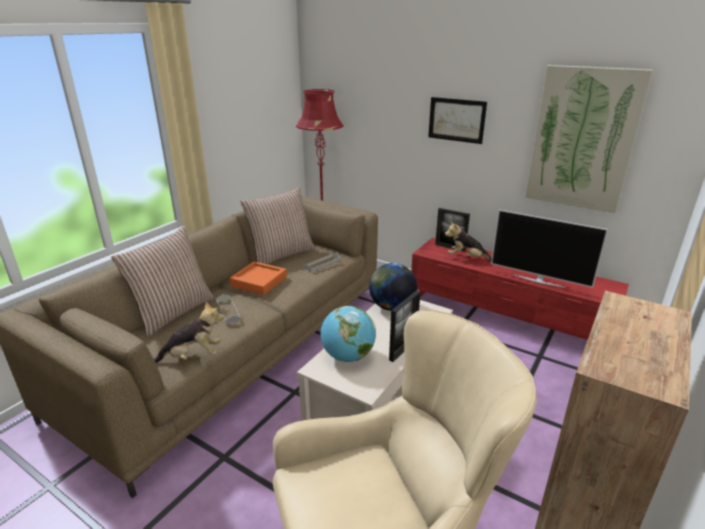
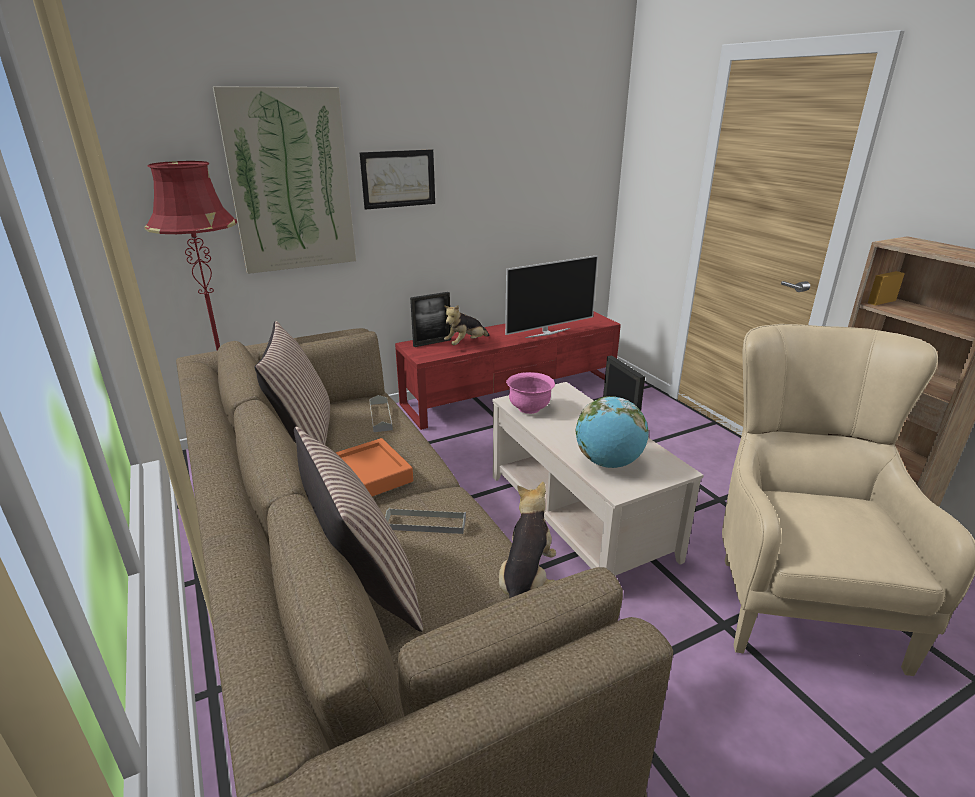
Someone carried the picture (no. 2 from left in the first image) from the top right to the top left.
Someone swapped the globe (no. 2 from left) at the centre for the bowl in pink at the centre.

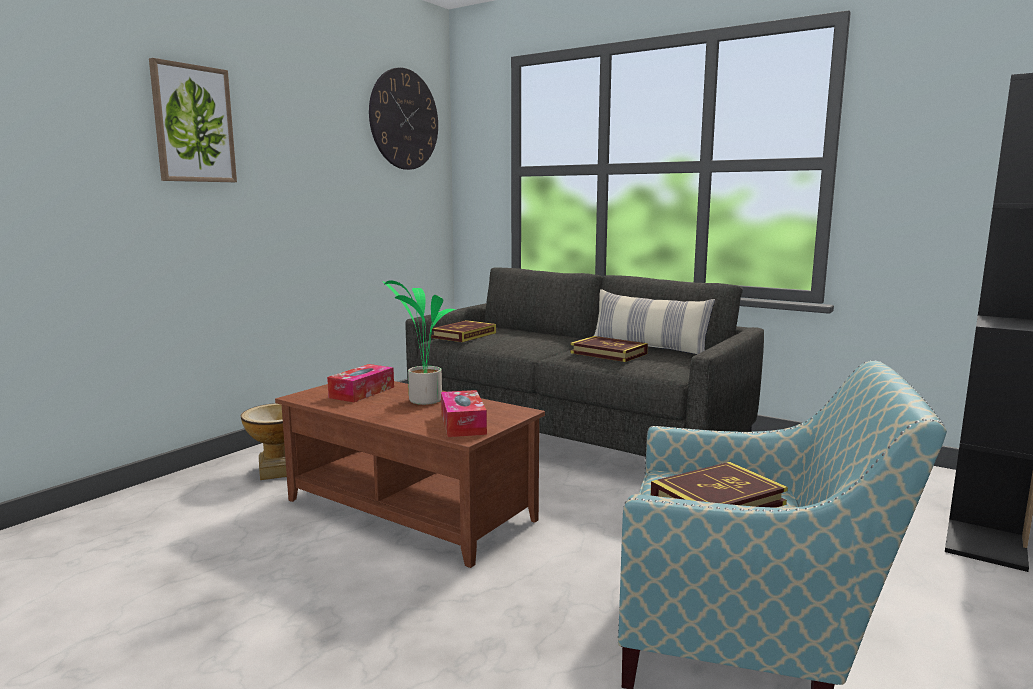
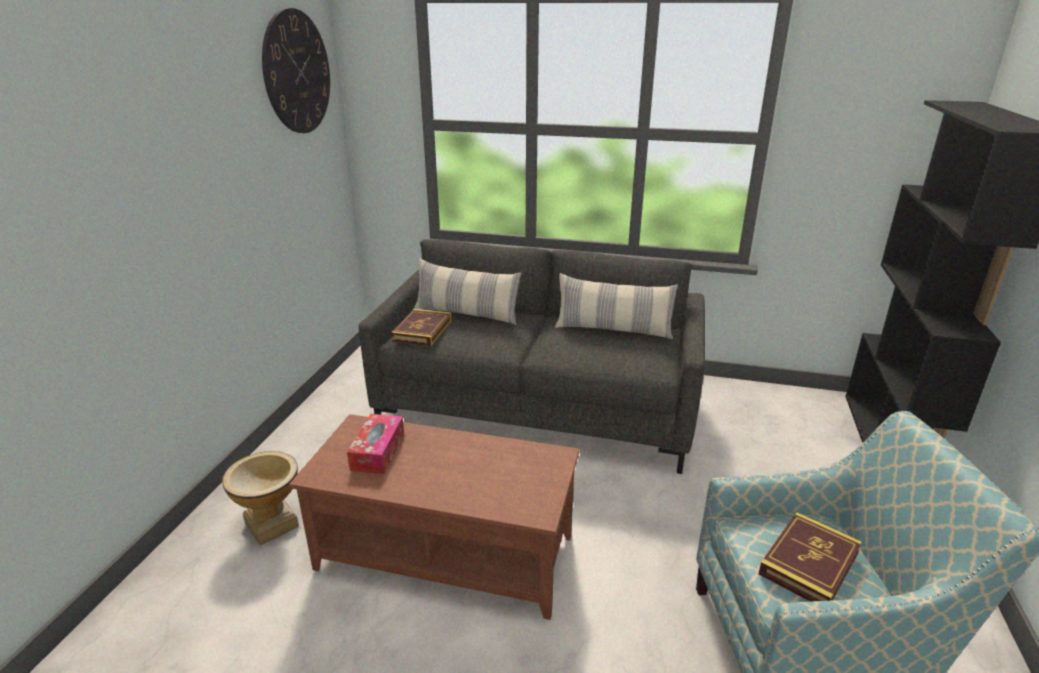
Someone took away the picture at the top left.
Someone took away the potted plant at the centre.
Someone took away the tissue box (no. 2 from left) at the centre.
Someone took away the book (no. 2 from left) at the centre.
Someone put down the pillow (no. 1 from left) at the centre.

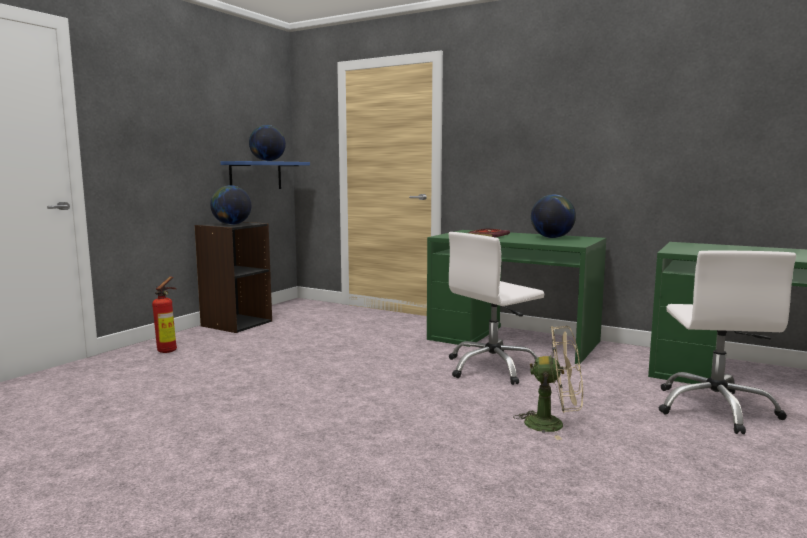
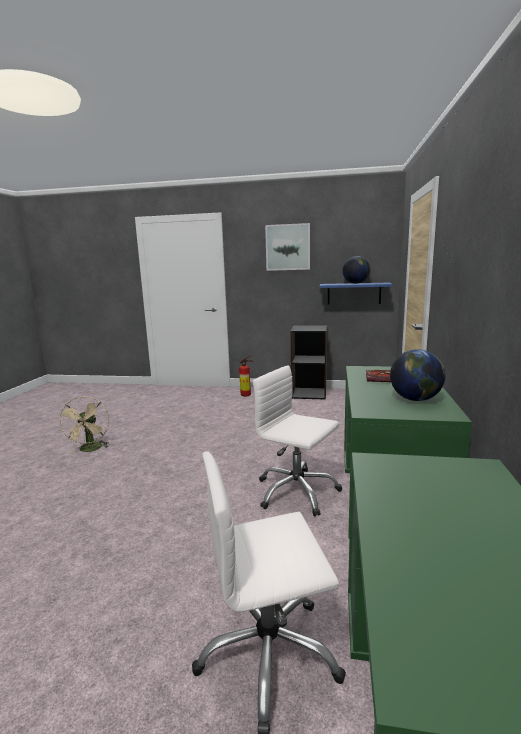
Someone took away the globe (no. 1 from left) at the middle left.
Someone put up the picture at the centre.
Someone carried the fan in beige from the bottom right to the middle left.

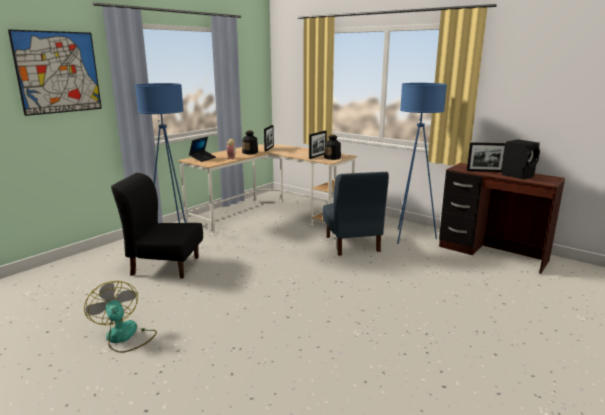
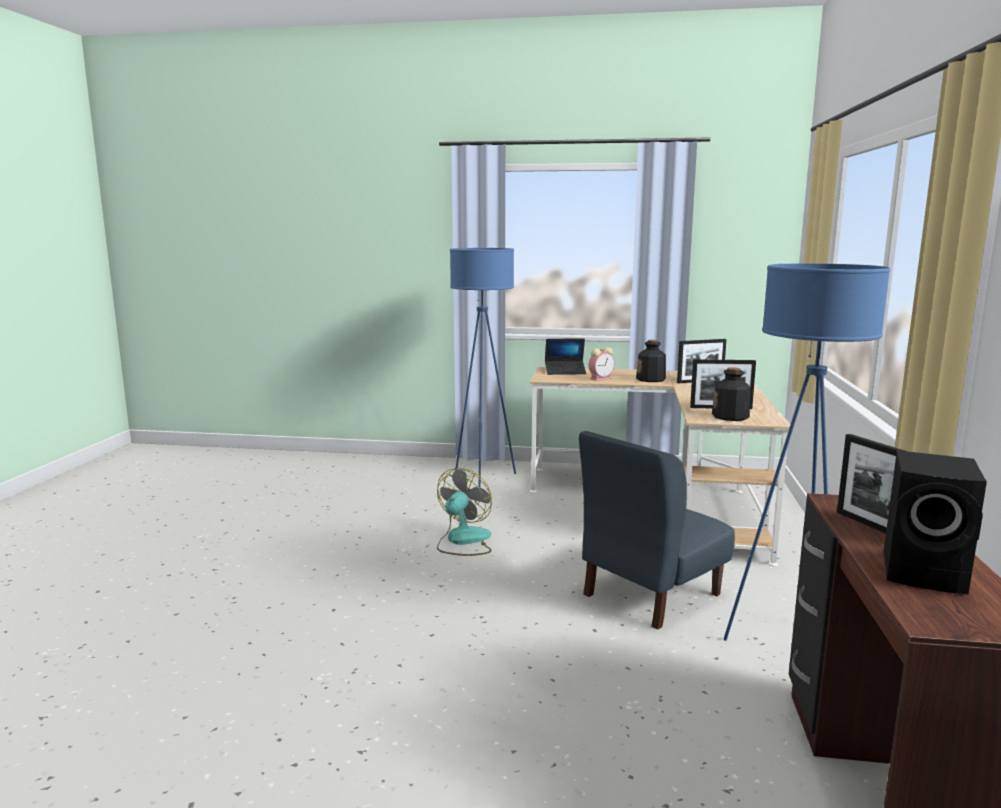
Someone took away the picture at the top left.
Someone took away the chair in black at the middle left.
Someone carried the fan from the bottom left to the centre.

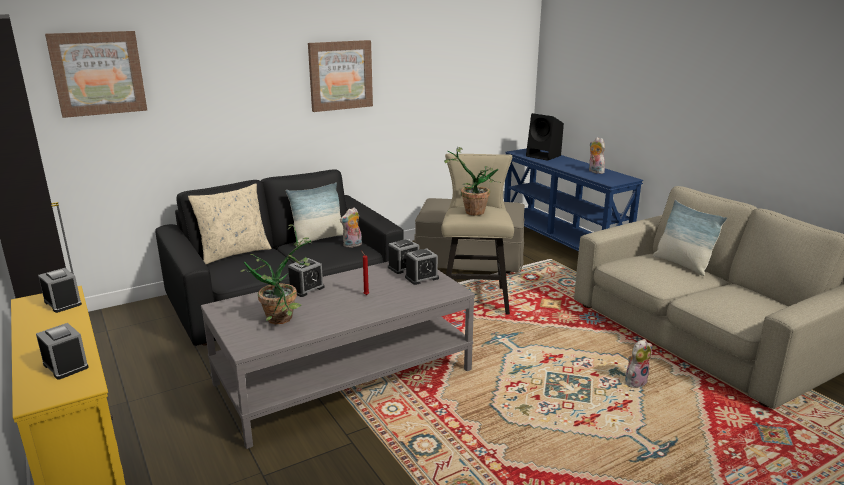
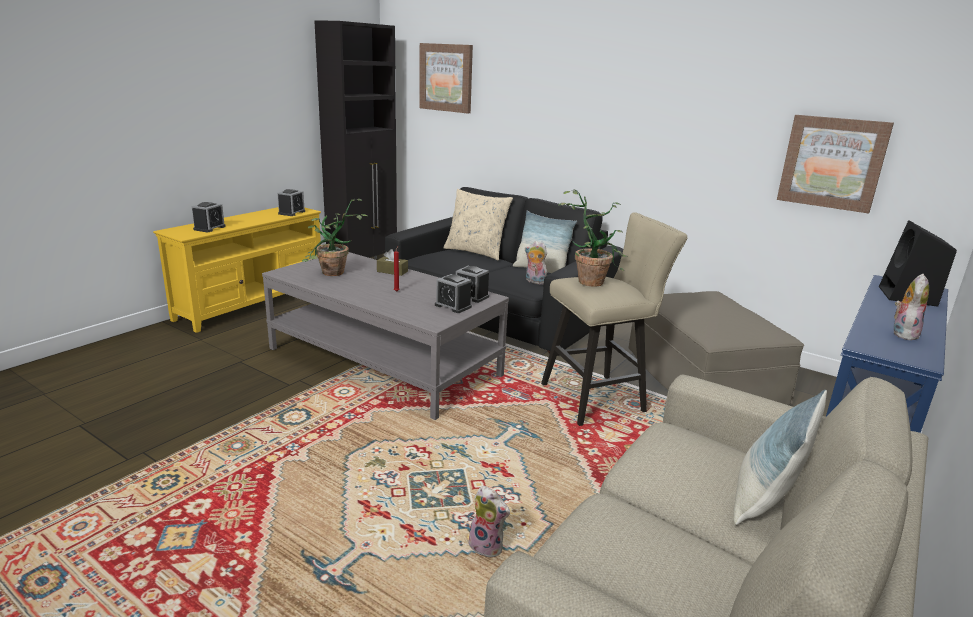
Someone carried the picture (no. 2 from left) from the top centre to the top right.
Someone swapped the alarm clock (no. 3 from left) at the centre for the tissue box in brown at the centre.

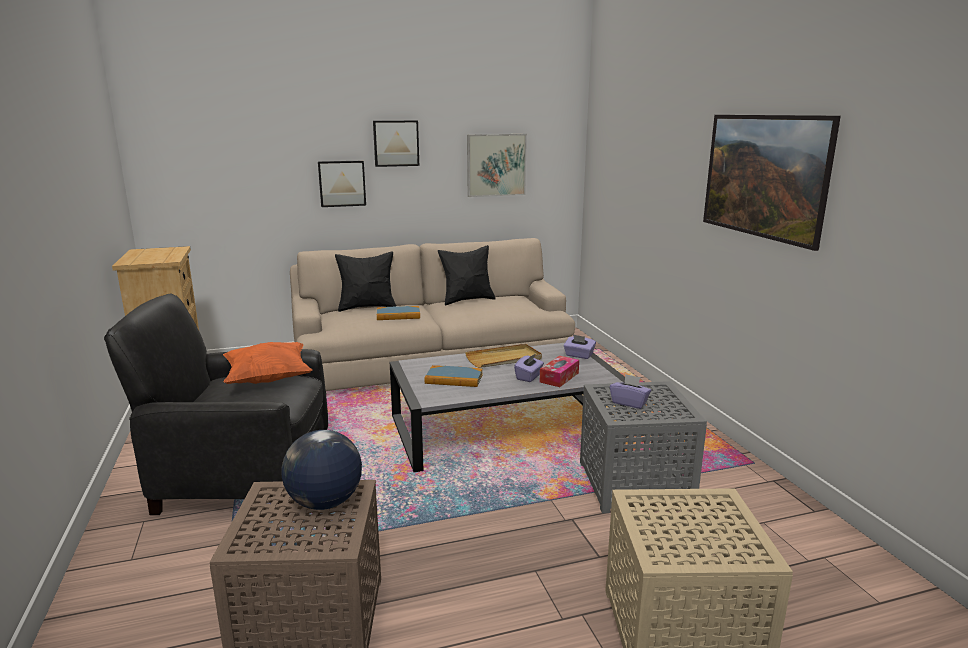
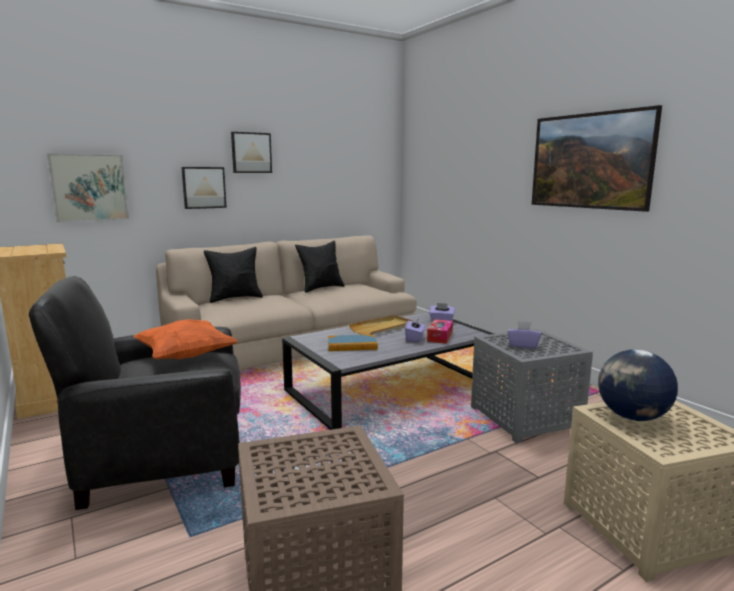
Someone took away the book (no. 1 from left) at the centre.
Someone carried the globe from the bottom left to the middle right.
Someone carried the picture (no. 3 from left in the first image) from the top centre to the top left.

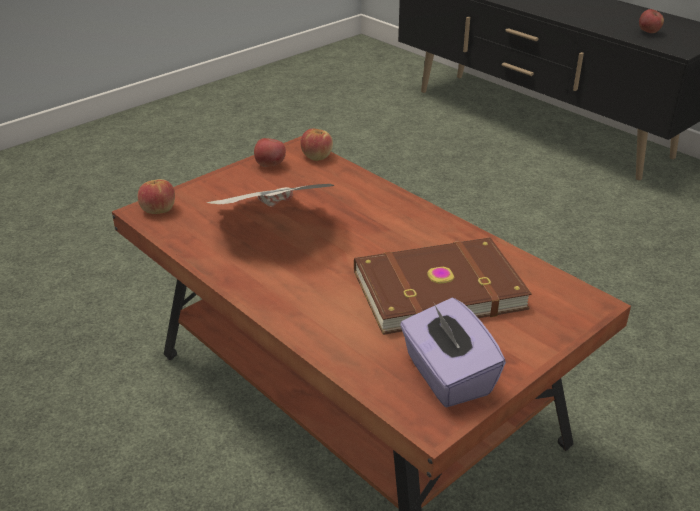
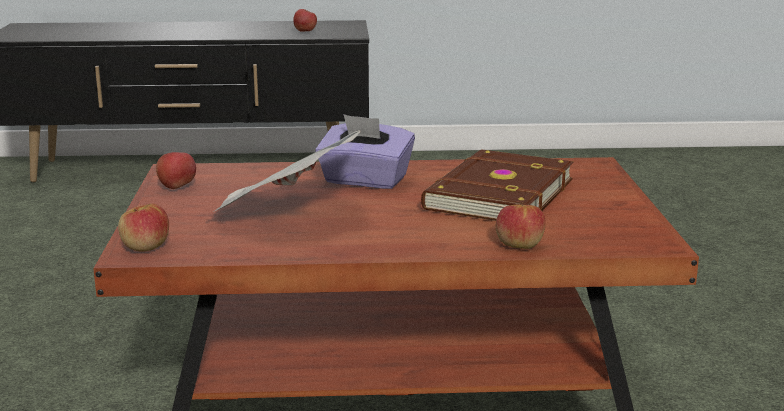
Someone carried the apple (no. 3 from left in the first image) from the top centre to the centre.
Someone carried the tissue box in purple from the bottom centre to the centre.

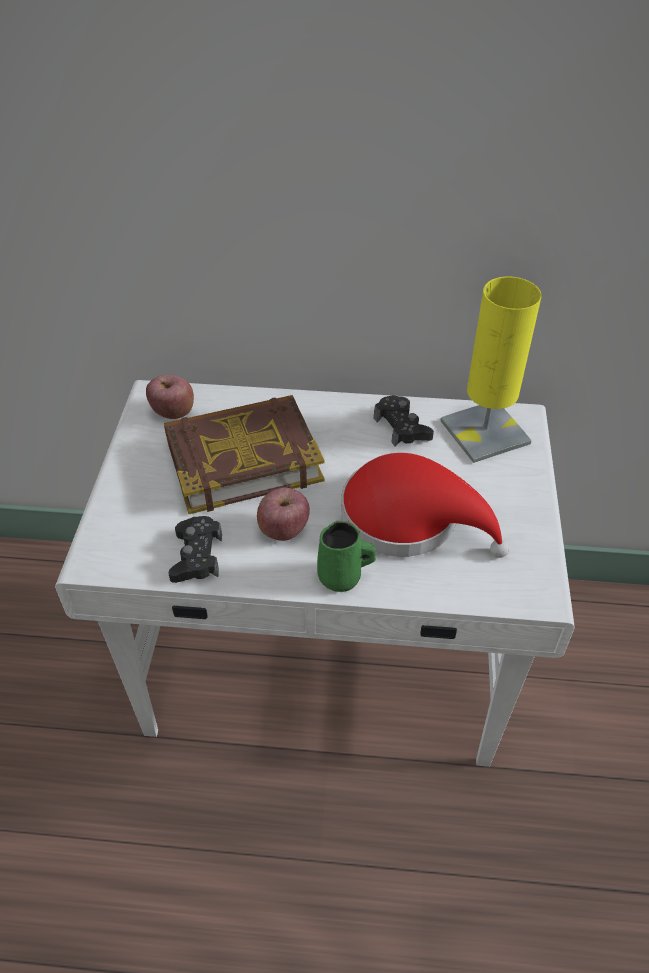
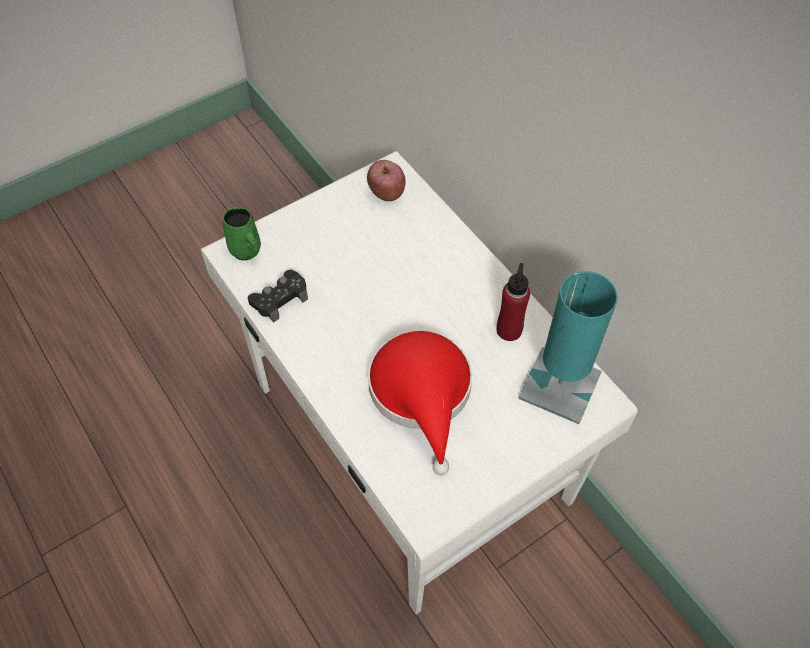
Someone took away the book at the centre.
Someone took away the apple (no. 2 from left) at the centre.
Someone carried the mug in green from the centre to the middle left.
Someone swapped the game controller in black (no. 2 from left) at the centre for the bottle in red at the centre.
Someone repainted the table lamp in yellow at the middle right, which became the table lamp in turquoise at the middle right.

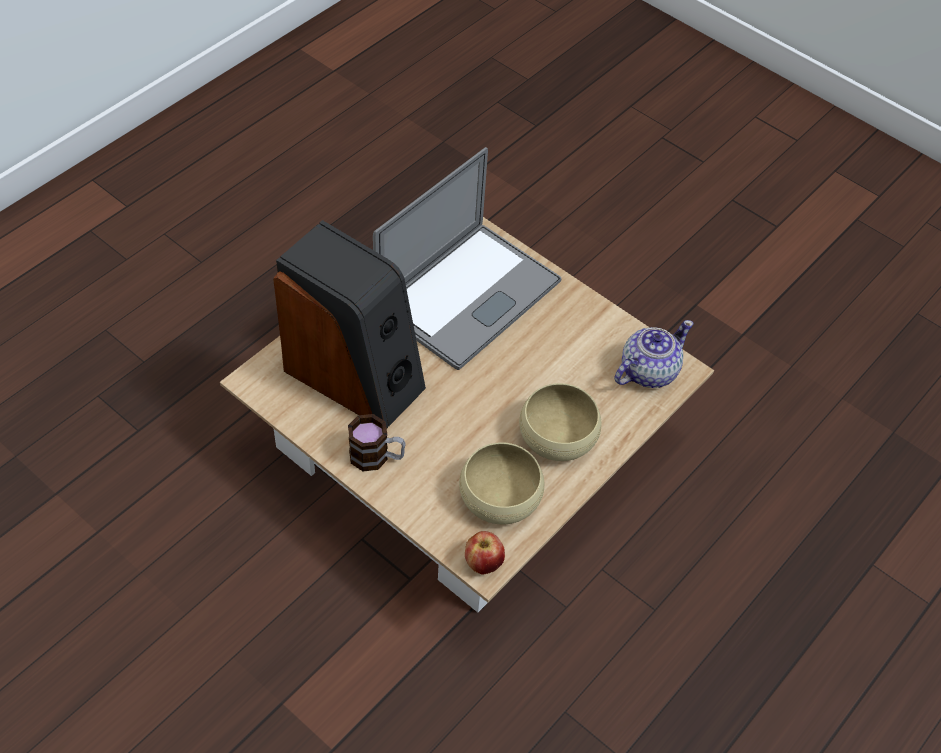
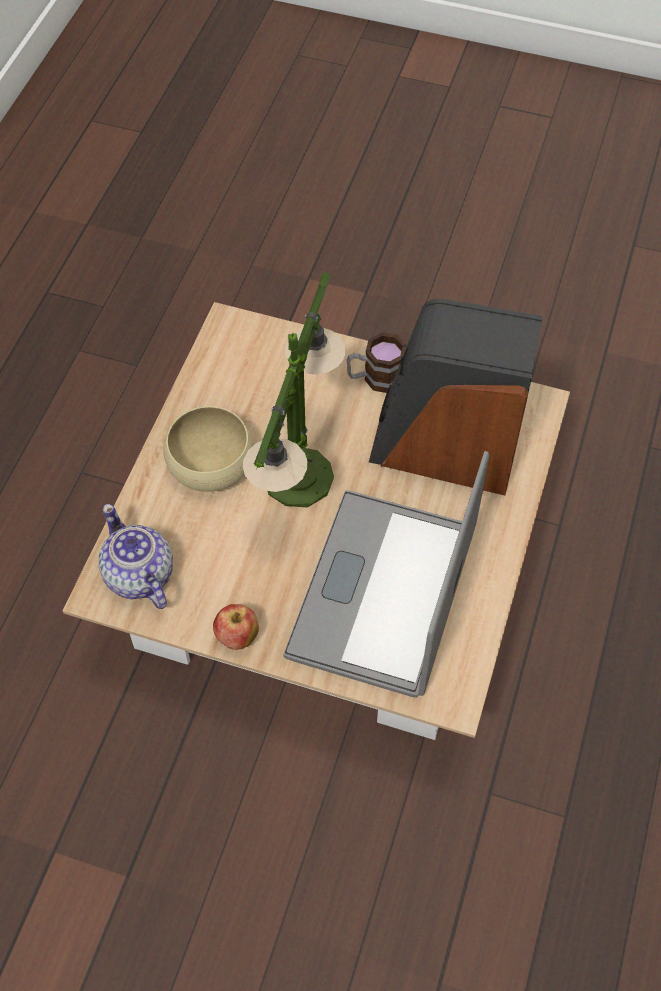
Someone took away the bowl in beige (no. 1 from left) at the centre.
Someone put down the table lamp at the centre.
Someone carried the apple from the bottom centre to the centre.
Someone rotated the teapot at the middle right by 120 degrees clockwise.

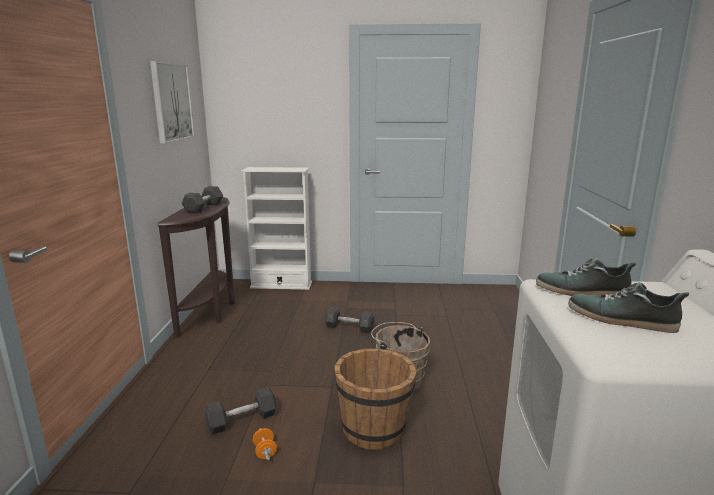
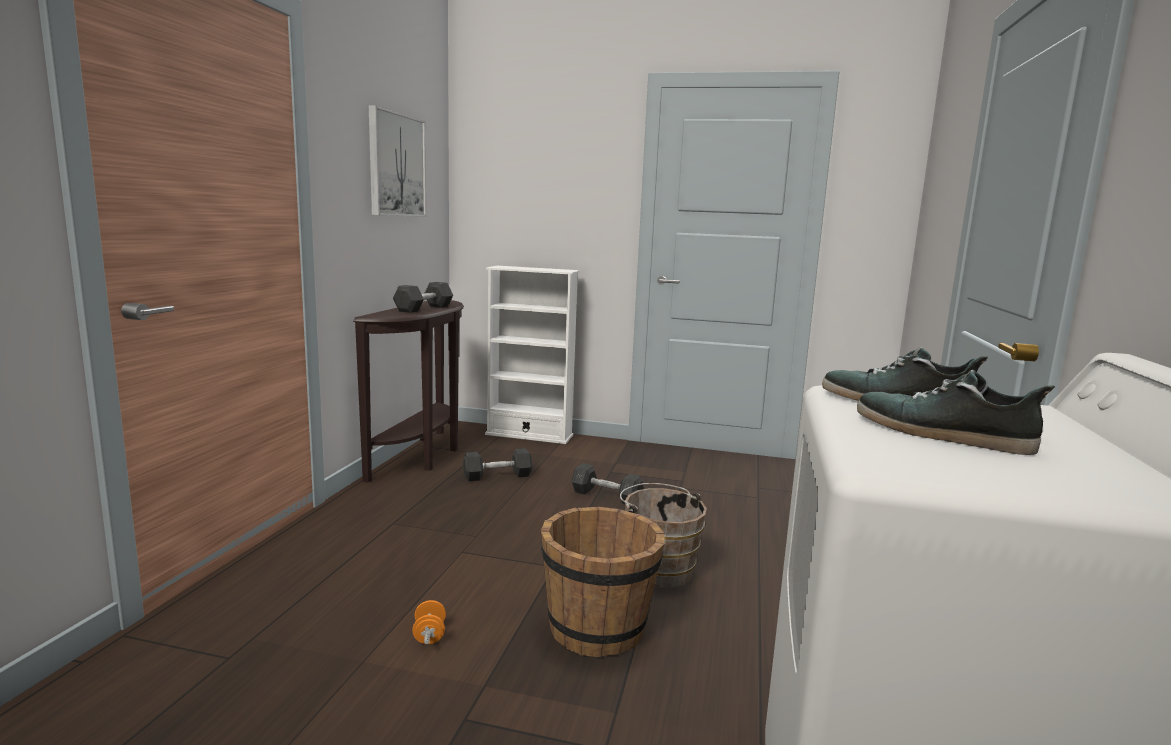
Someone carried the dumbbell in grey (no. 2 from left) from the bottom centre to the centre.

